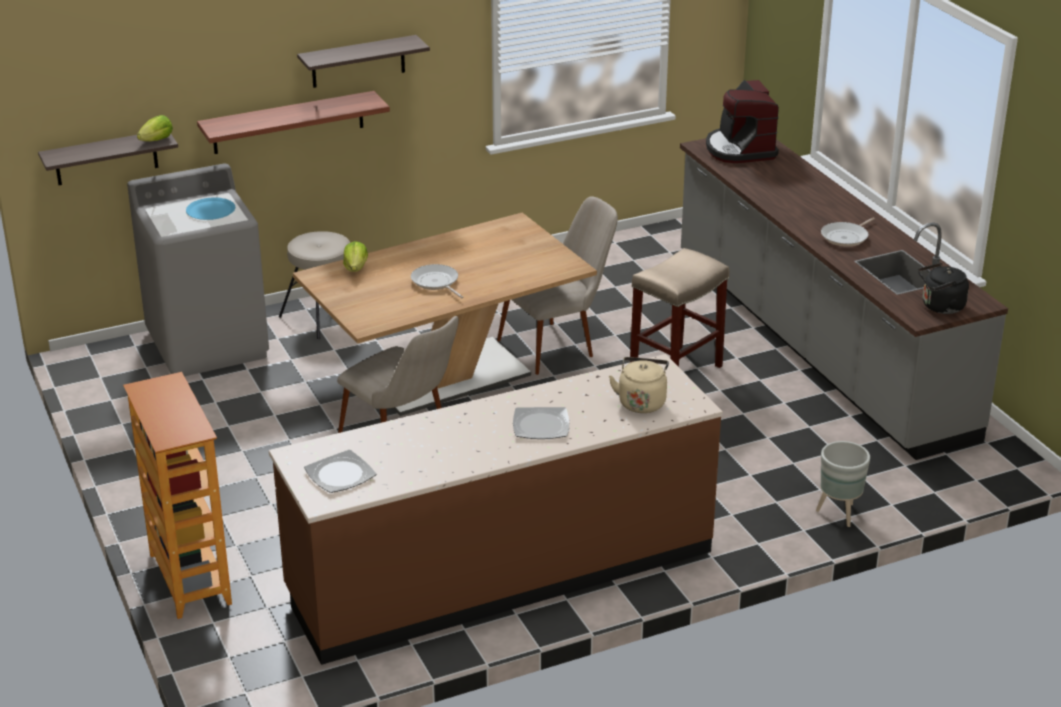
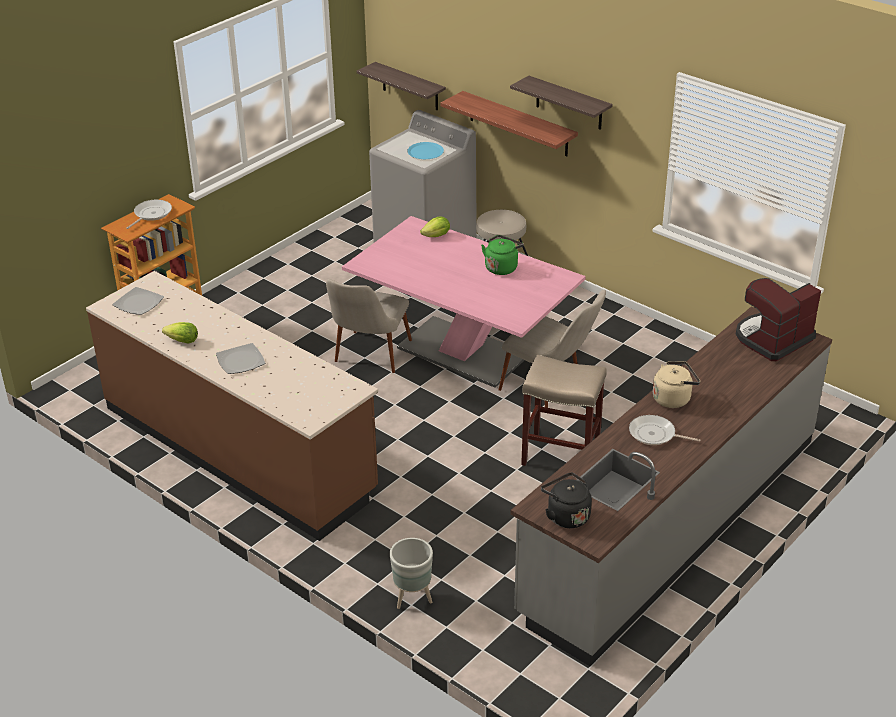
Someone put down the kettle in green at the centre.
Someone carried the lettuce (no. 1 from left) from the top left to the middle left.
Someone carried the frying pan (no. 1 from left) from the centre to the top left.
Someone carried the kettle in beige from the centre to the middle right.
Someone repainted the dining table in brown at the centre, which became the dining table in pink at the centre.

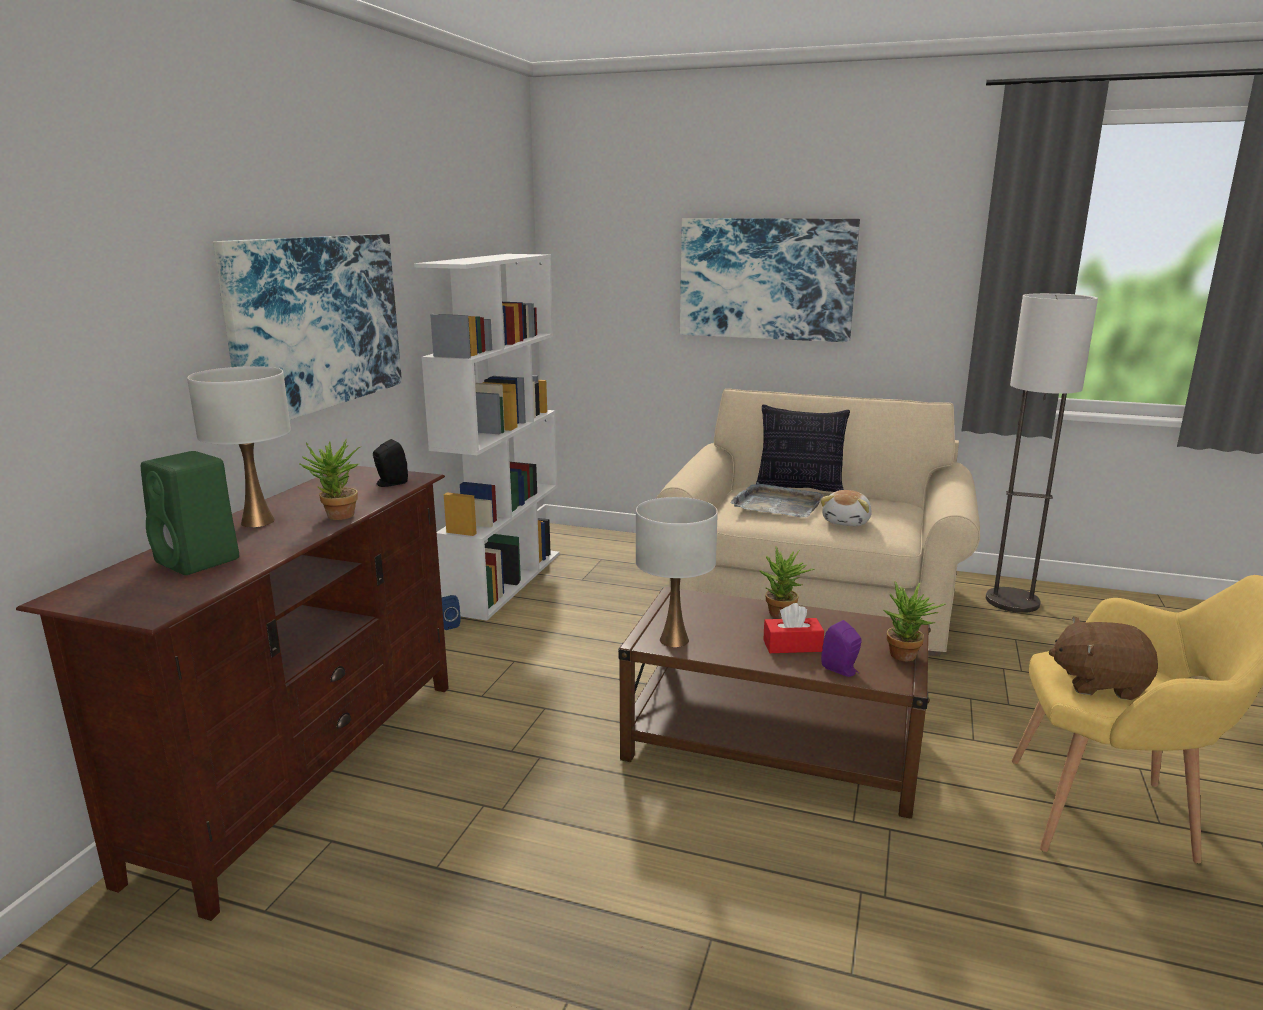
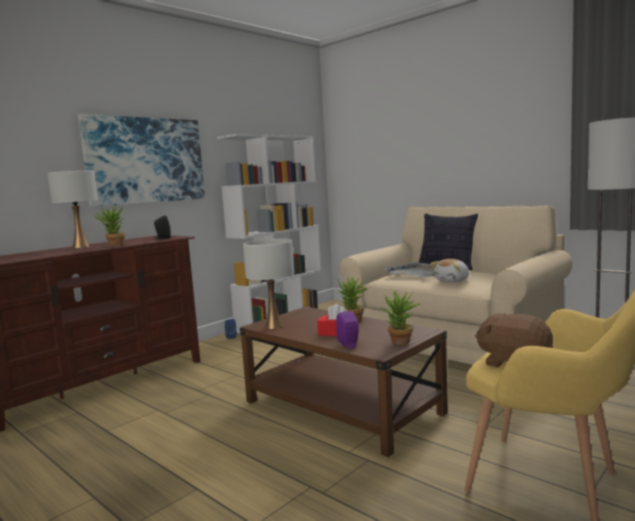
Someone took away the speaker in green at the middle left.
Someone took away the picture (no. 2 from left) at the top centre.

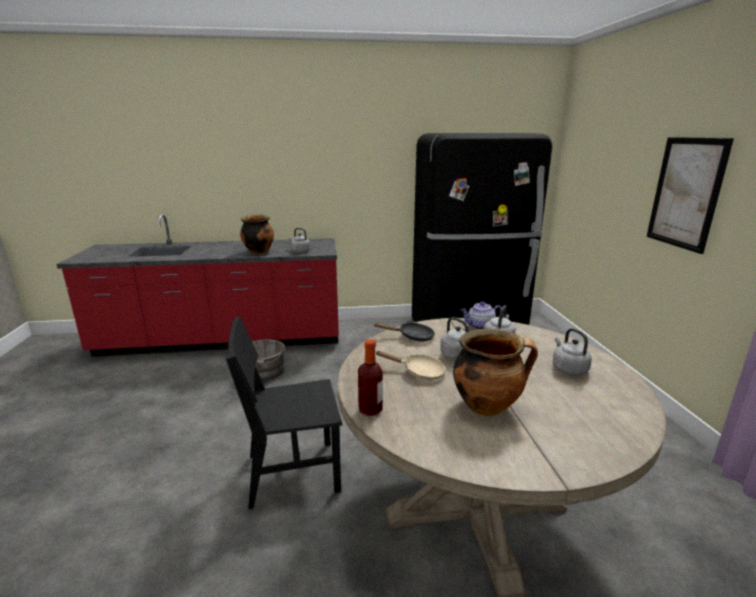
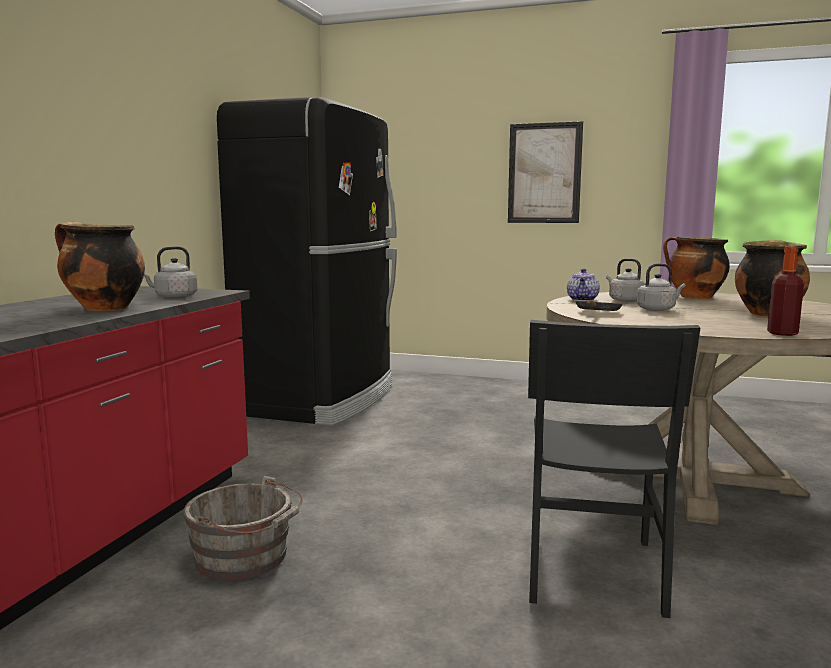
Someone took away the frying pan in beige at the centre.
Someone swapped the kettle in grey (no. 4 from left) at the middle right for the cooking pot (no. 2 from left) at the middle right.

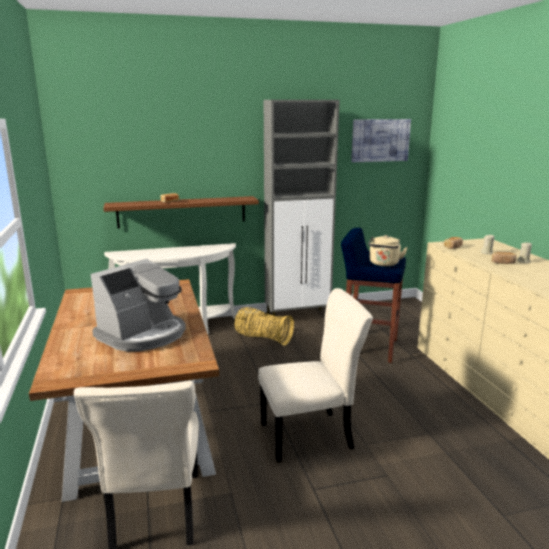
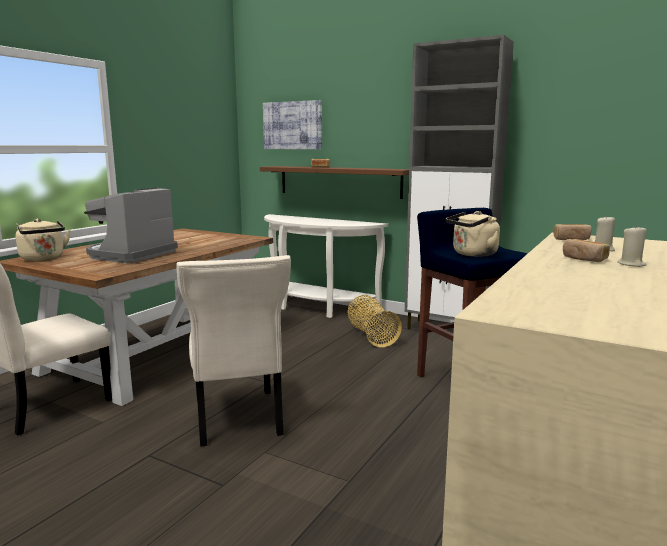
Someone put down the kettle in beige (no. 1 from left) at the middle left.
Someone carried the picture from the top right to the top centre.
Someone rotated the coffee machine at the middle left by 120 degrees clockwise.
Someone rotated the chair in beige (no. 2 from left) at the bottom centre by 45 degrees clockwise.

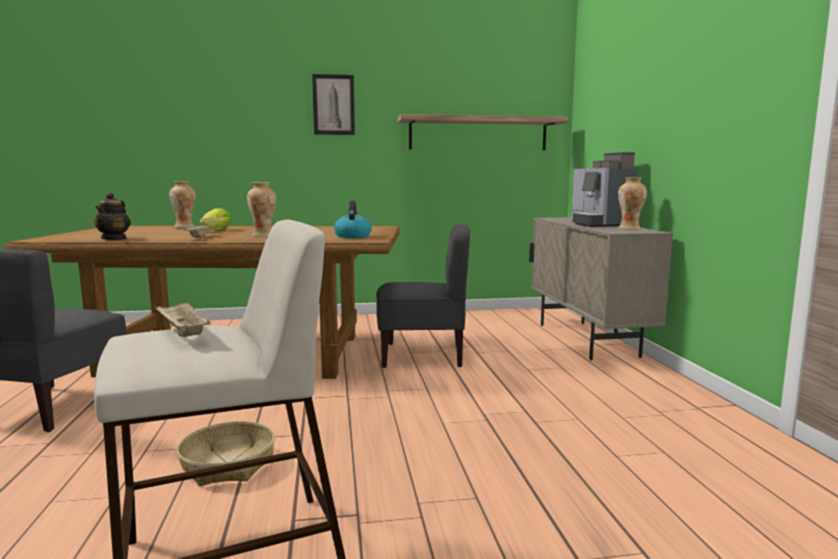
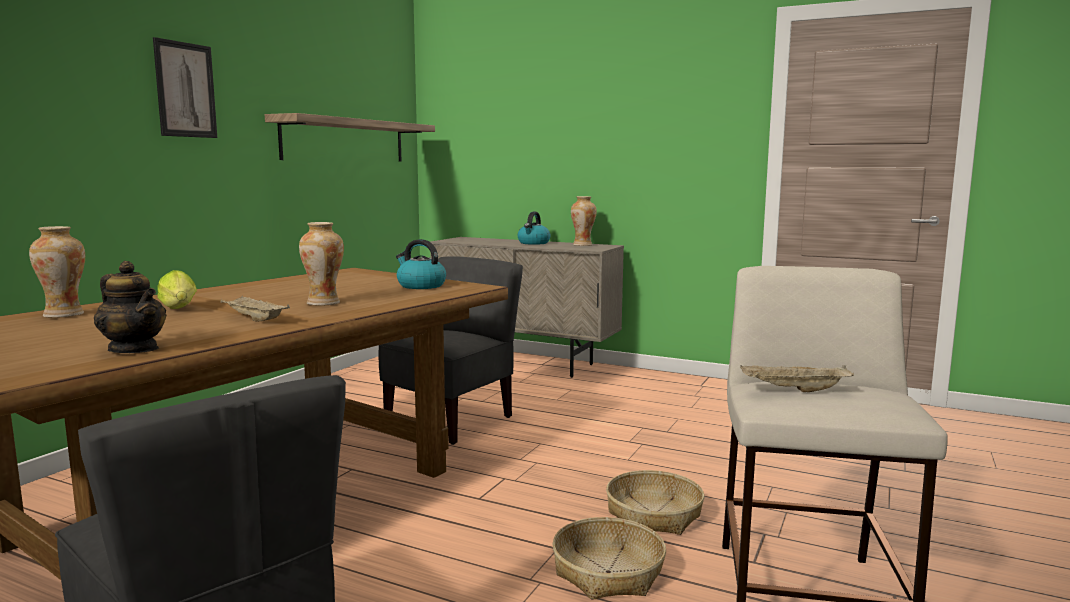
Someone put down the basket (no. 2 from left) at the bottom centre.
Someone swapped the coffee machine at the middle right for the kettle (no. 2 from left) at the centre.

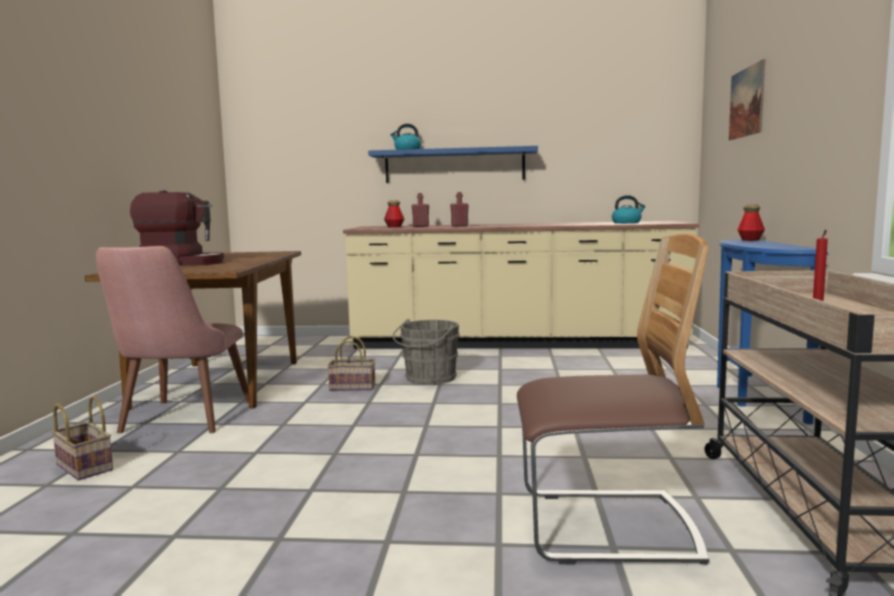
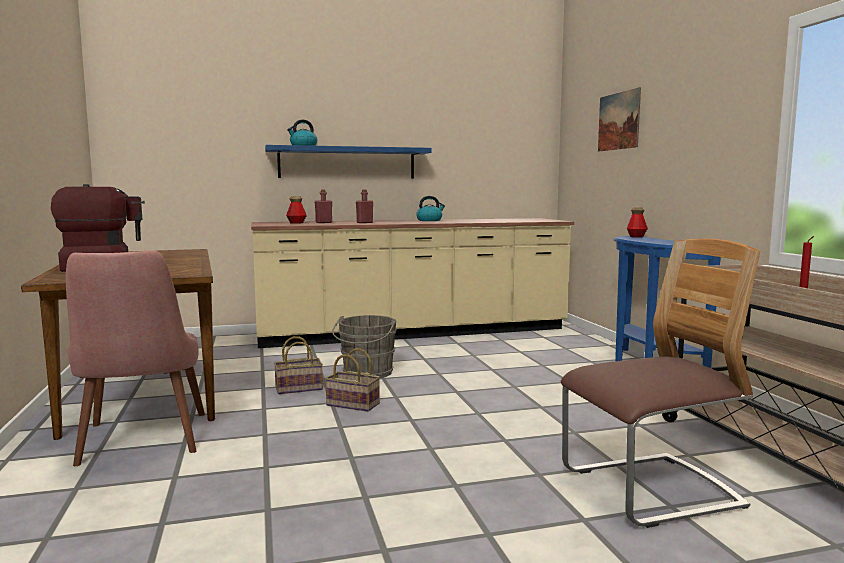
Someone carried the basket (no. 1 from left in the first image) from the bottom left to the bottom centre.
Someone carried the kettle (no. 2 from left) from the middle right to the centre.

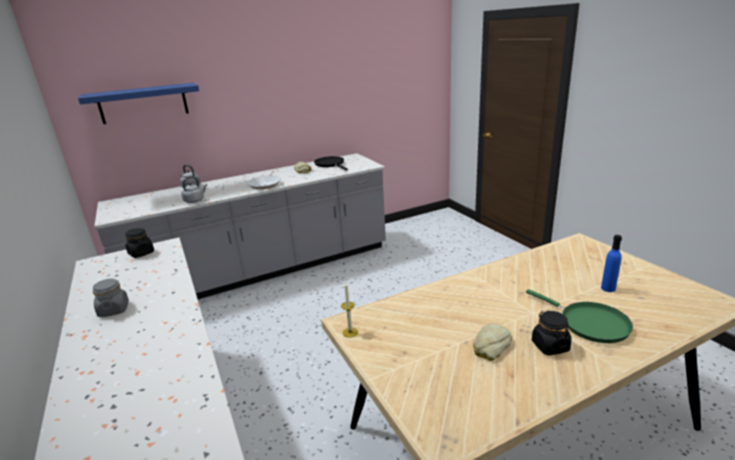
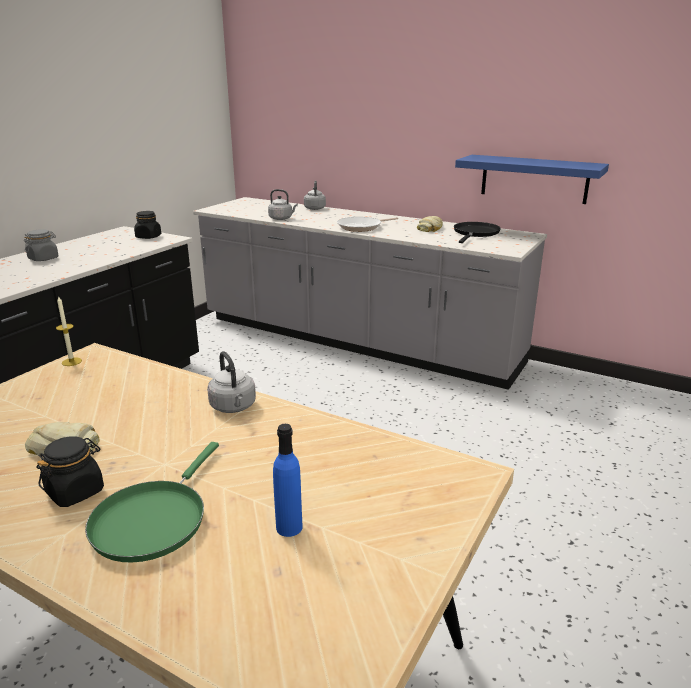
Someone put down the kettle in grey (no. 1 from left) at the centre.
Someone carried the shelf in blue from the top left to the top right.

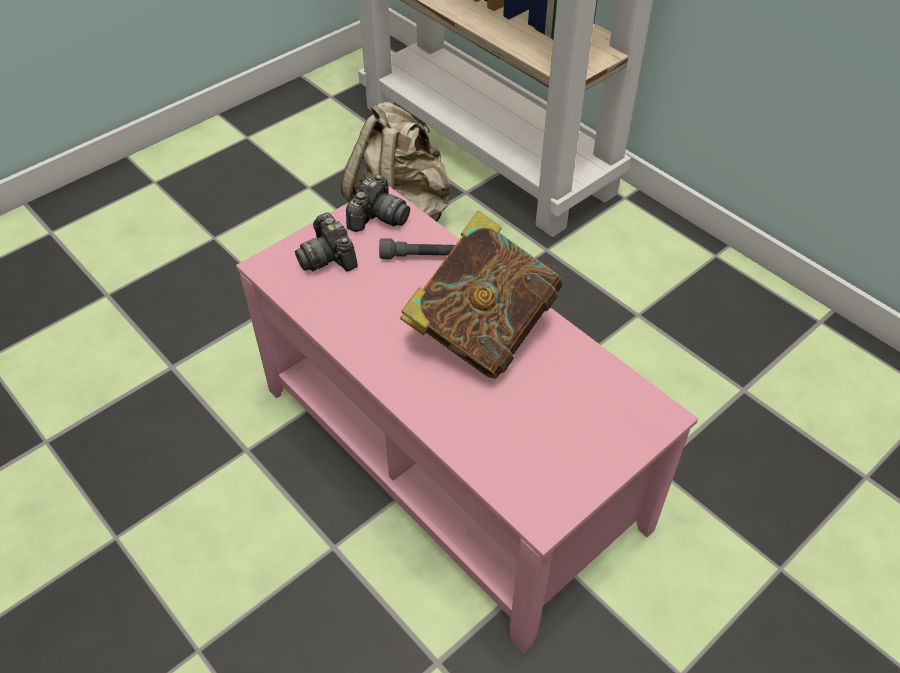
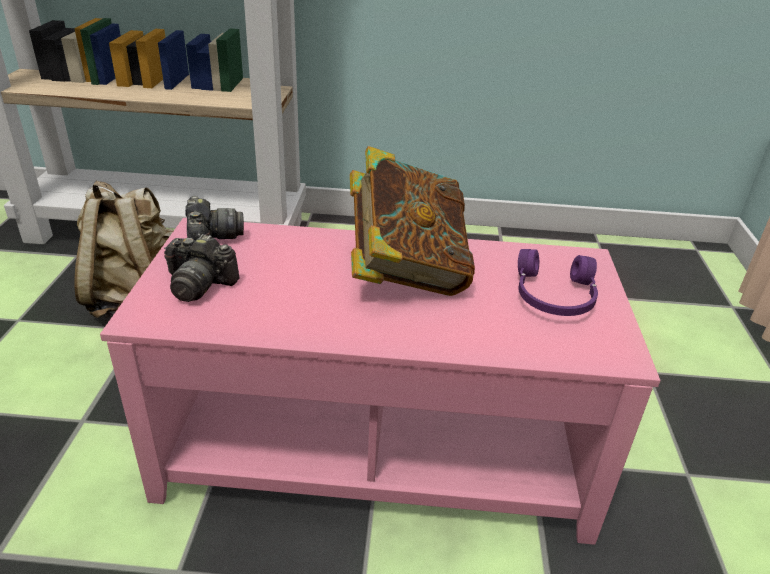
Someone took away the flashlight in grey at the centre.
Someone put down the headphones in purple at the middle right.

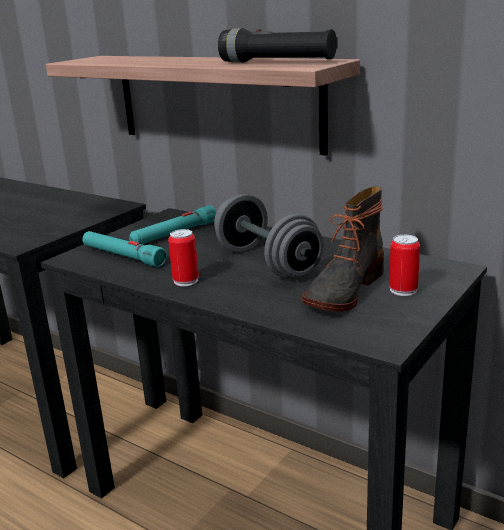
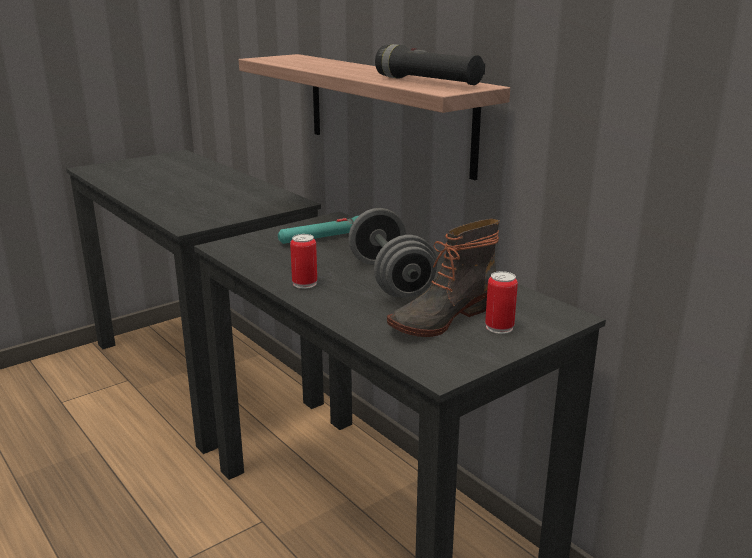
Someone took away the flashlight in turquoise (no. 1 from left) at the middle left.

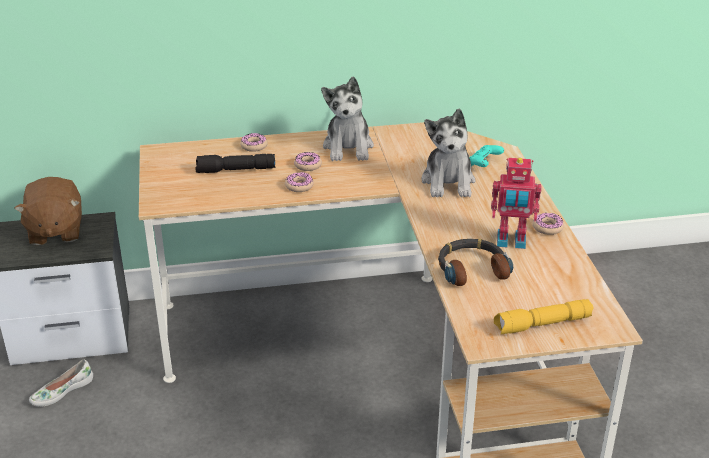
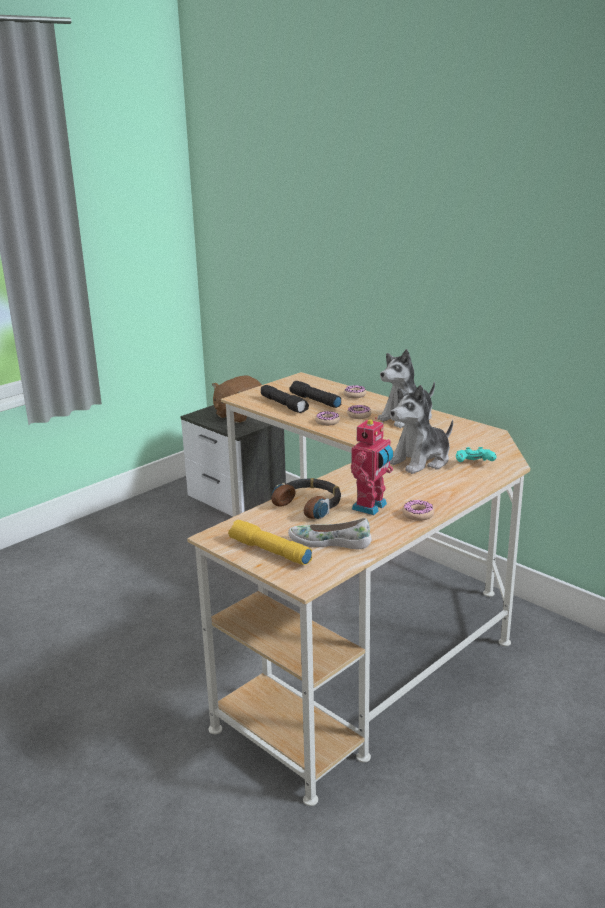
Someone put down the flashlight in black (no. 1 from left) at the centre.
Someone carried the shoe in white from the bottom left to the centre.
Someone rotated the toy robot at the middle right by 120 degrees counterclockwise.

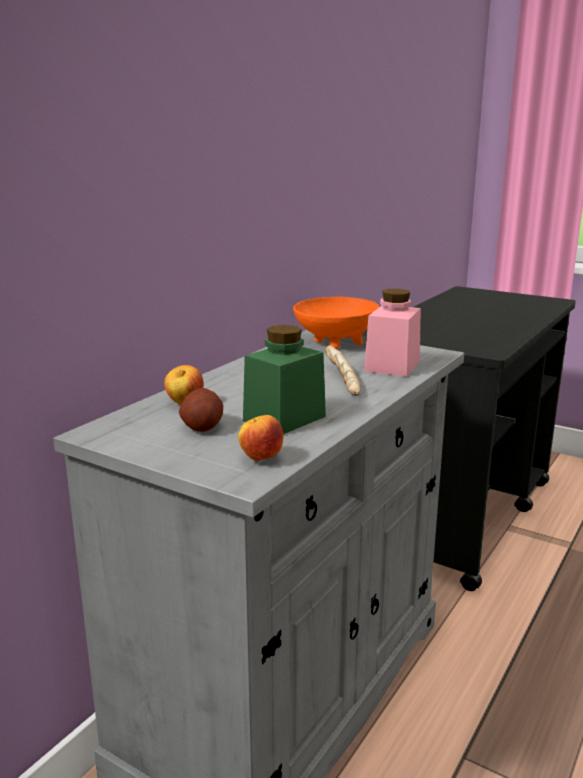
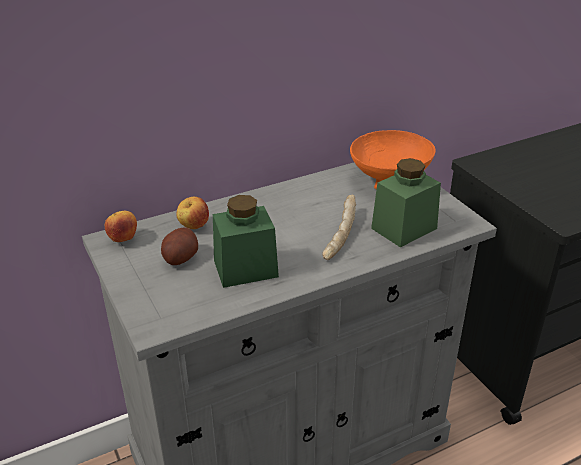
Someone carried the apple (no. 2 from left in the first image) from the centre to the middle left.
Someone repainted the jar in pink at the middle right, which became the jar in green (no. 2 from left) at the middle right.

